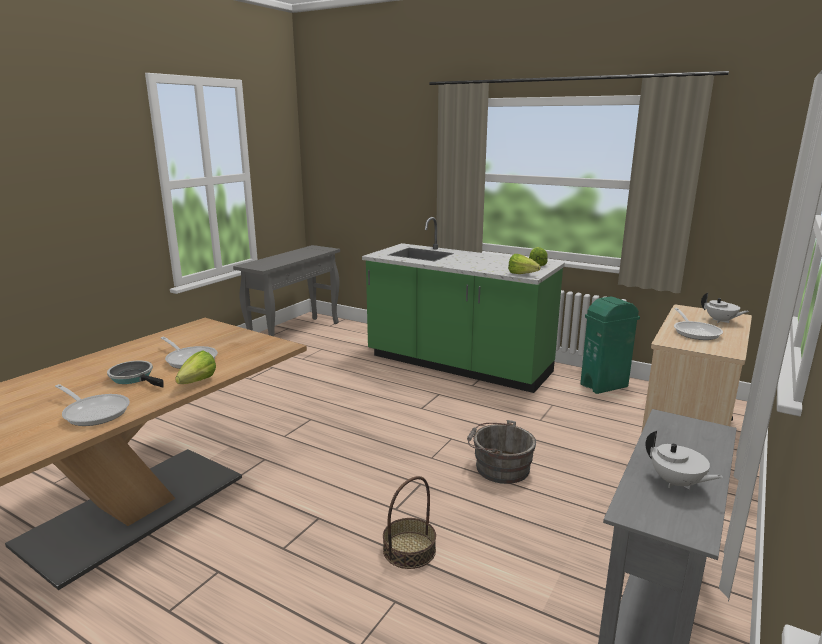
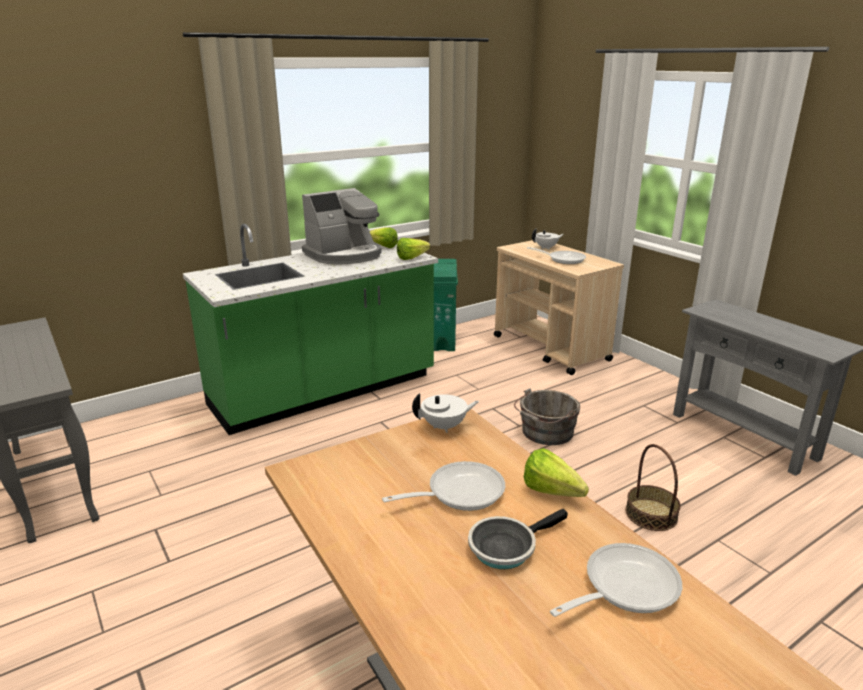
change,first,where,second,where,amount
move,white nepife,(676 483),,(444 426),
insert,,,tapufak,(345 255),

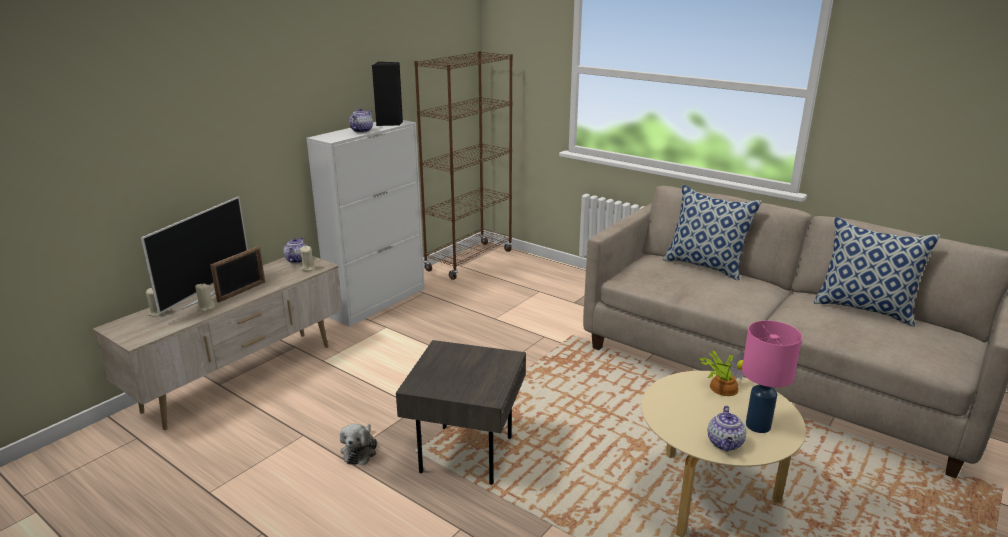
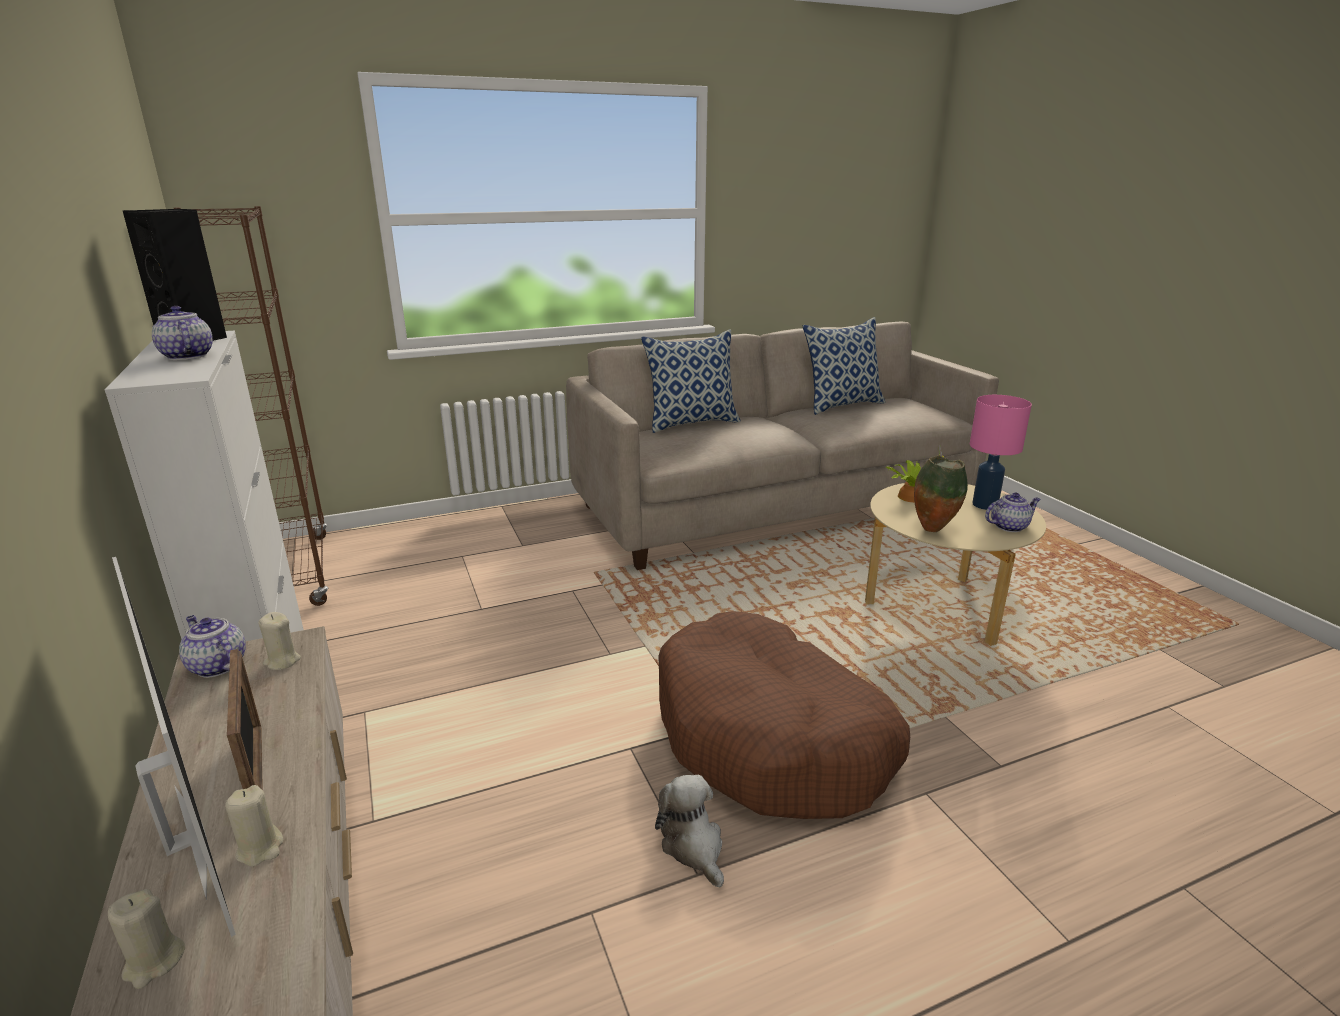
change,first,where,second,where,amount
replace,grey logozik,(465 452),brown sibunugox,(771 737),
rotate,nepife,(725 444),,(1009 526),60 degrees counterclockwise
rotate,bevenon,(360 451),,(693 846),150 degrees counterclockwise
insert,,,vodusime,(933 530),

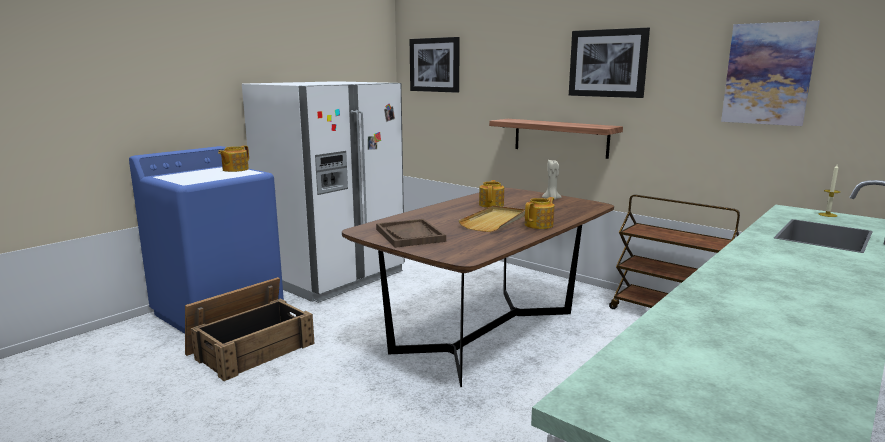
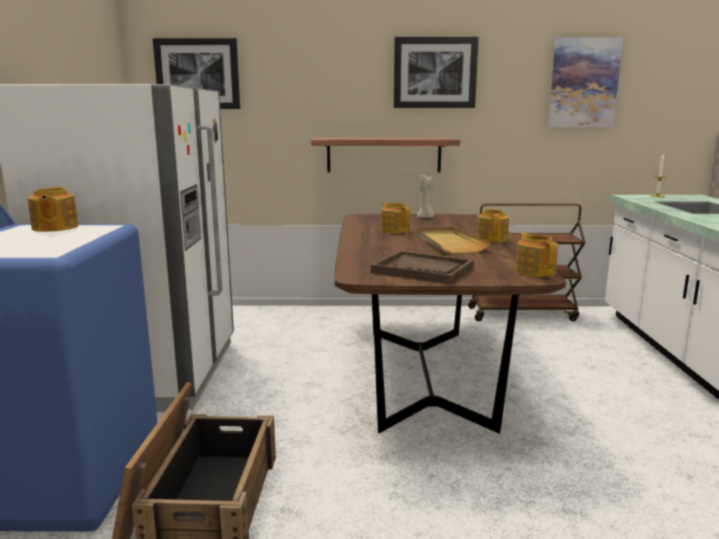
change,first,where,second,where,amount
insert,,,nepife,(535 271),

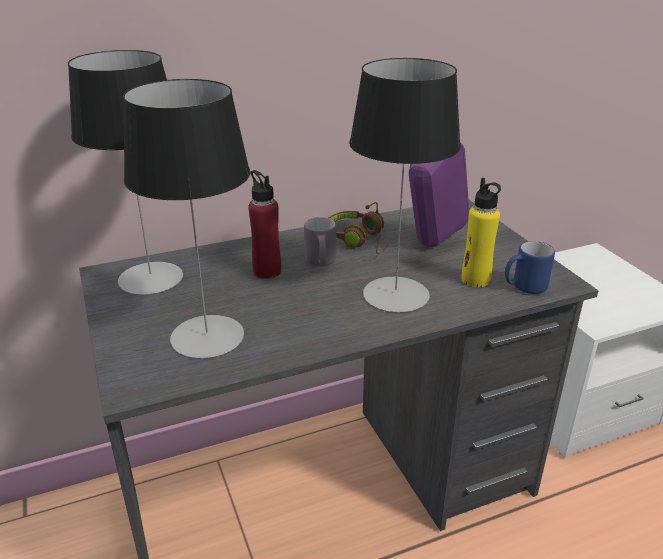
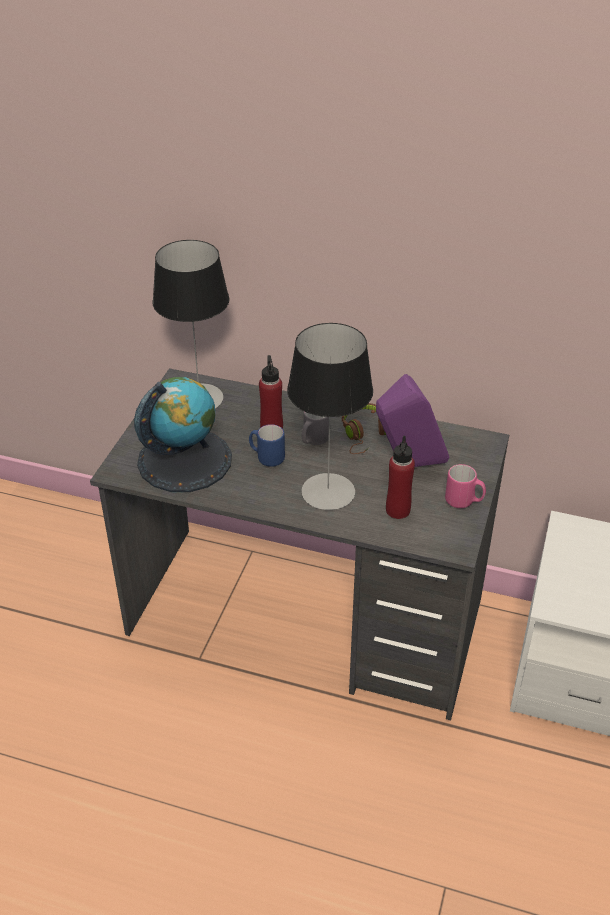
change,first,where,second,where,amount
replace,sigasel,(207 337),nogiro,(184 460),
recolor,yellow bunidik,(475 280),red bunidik,(397 510),
move,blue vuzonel,(524 287),,(266 457),
insert,,,pink vuzonel,(464 501),

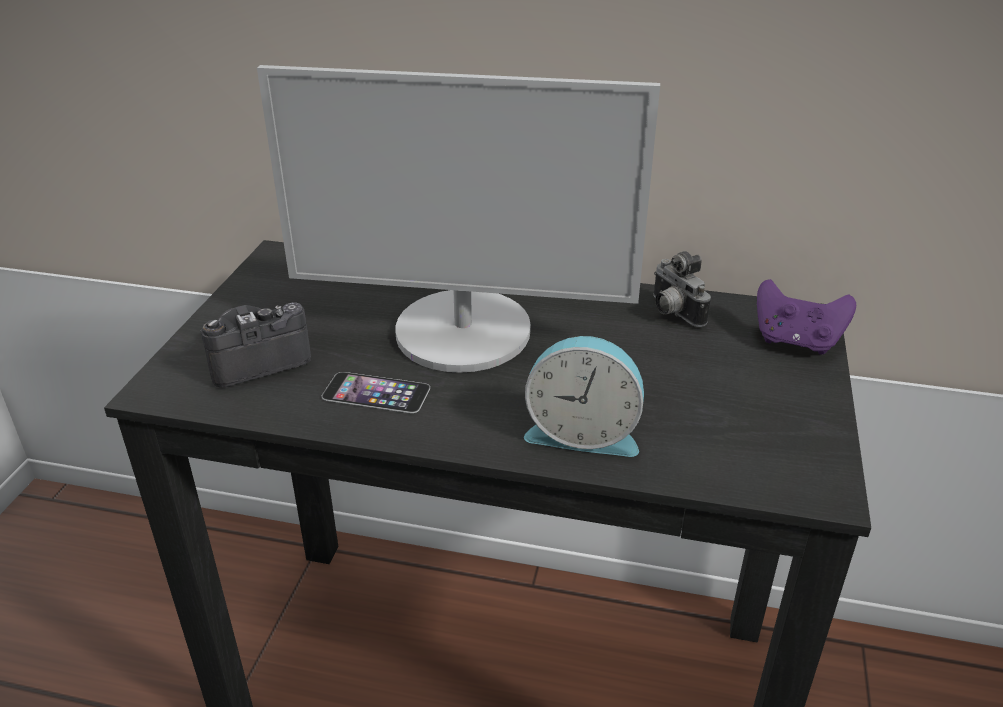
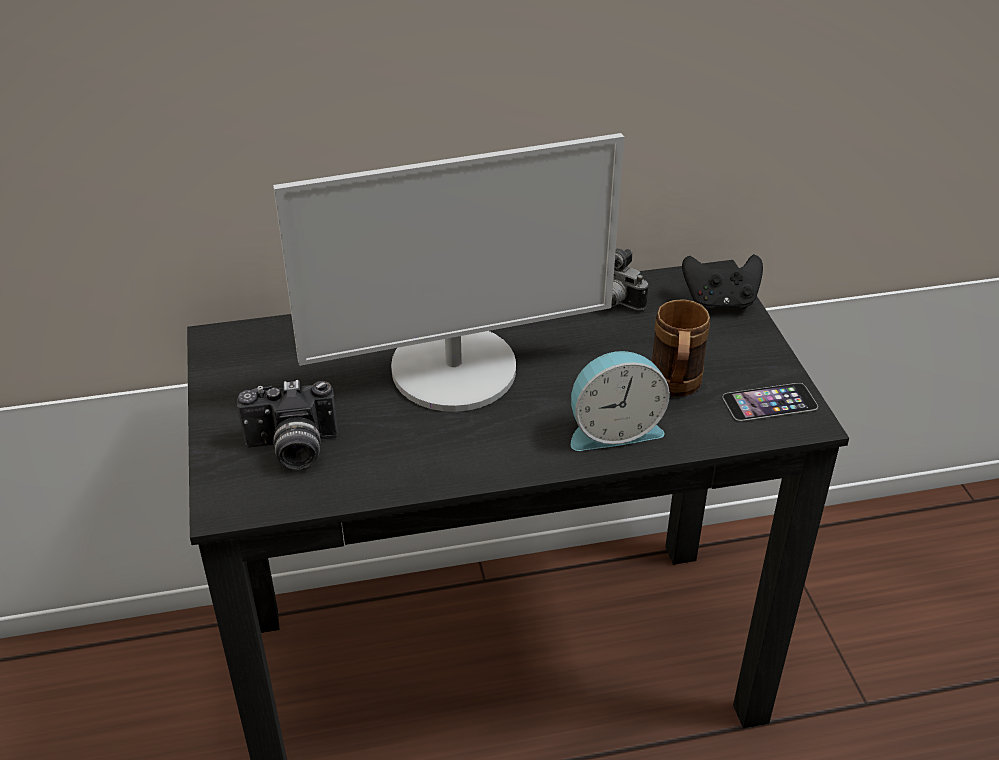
change,first,where,second,where,amount
recolor,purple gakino,(796 341),black gakino,(720 302),
rotate,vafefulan,(256 360),,(292 450),135 degrees counterclockwise
move,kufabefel,(376 392),,(769 402),
insert,,,brown vuzonel,(674 389),

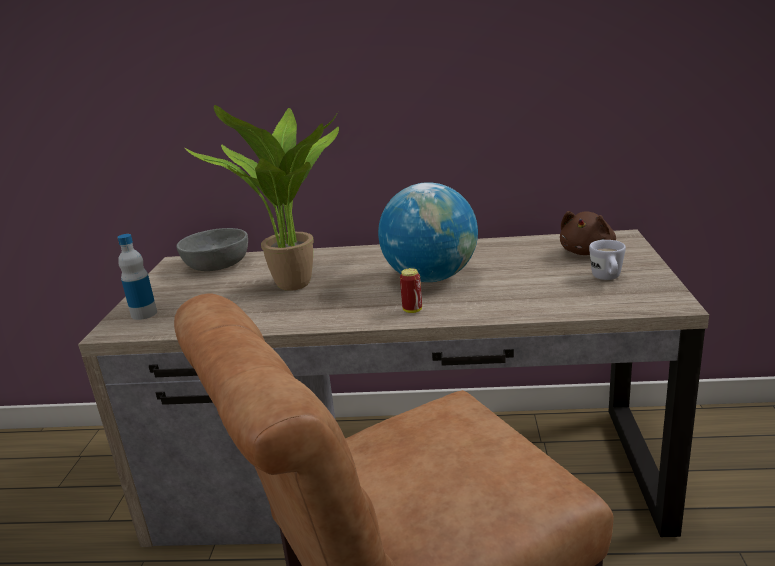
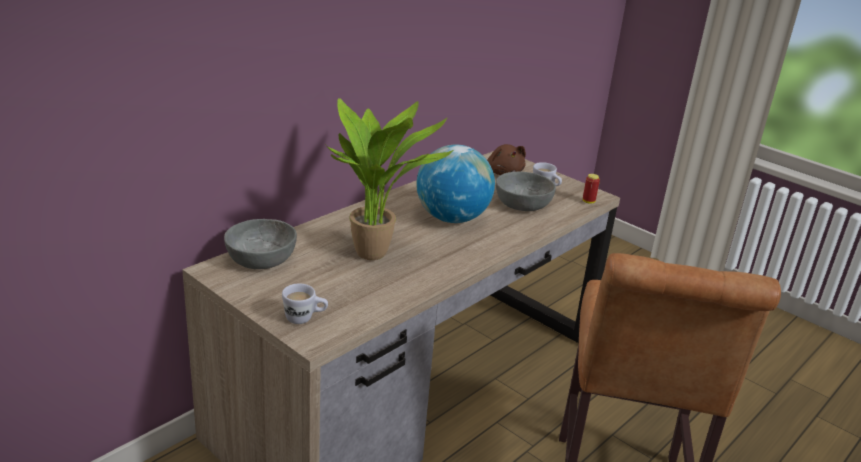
change,first,where,second,where,amount
replace,bunidik,(144 314),white vuzonel,(305 319),
move,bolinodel,(412 310),,(588 201),
insert,,,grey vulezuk,(522 204),

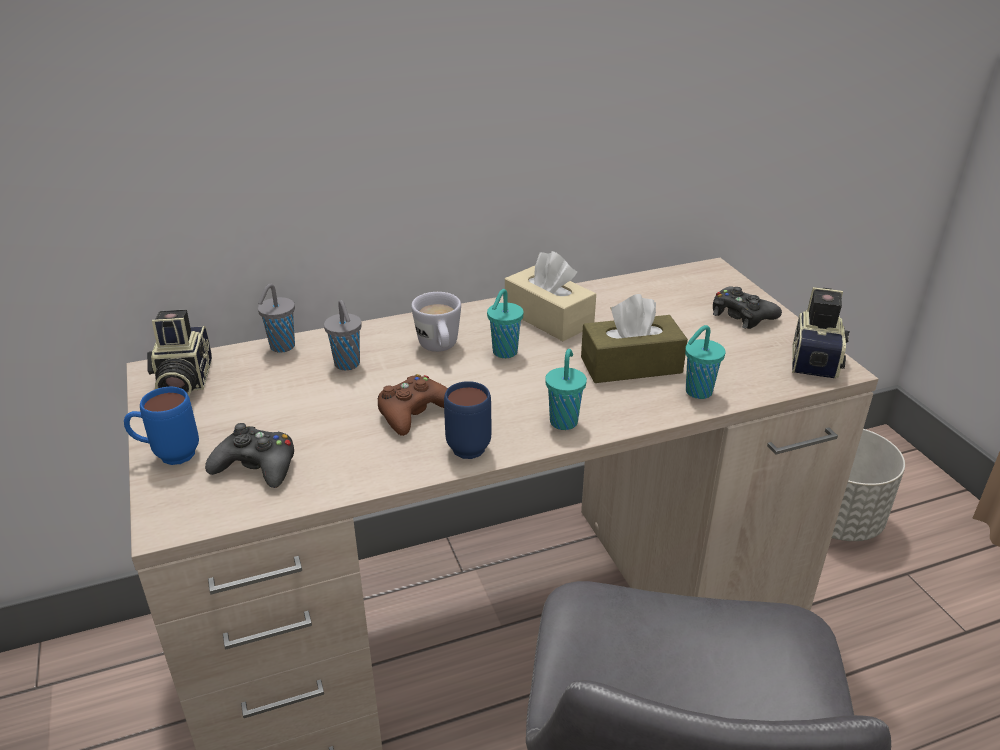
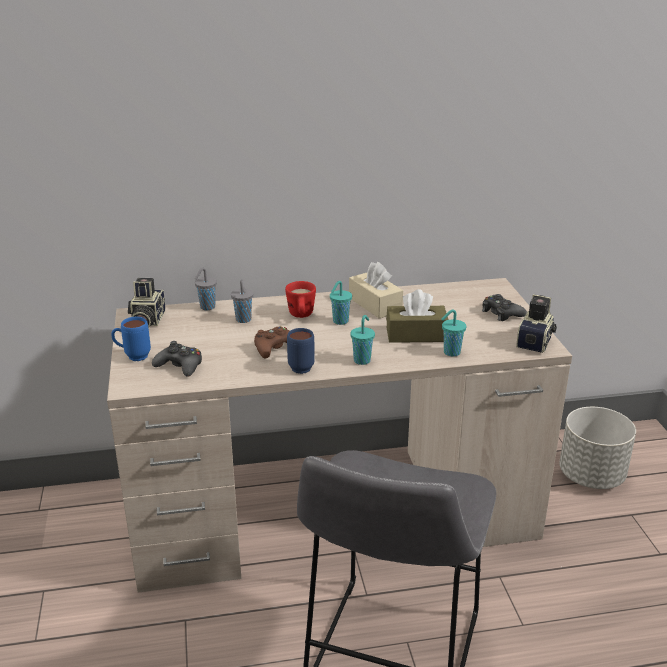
change,first,where,second,where,amount
recolor,white vuzonel,(439 349),red vuzonel,(301 316),

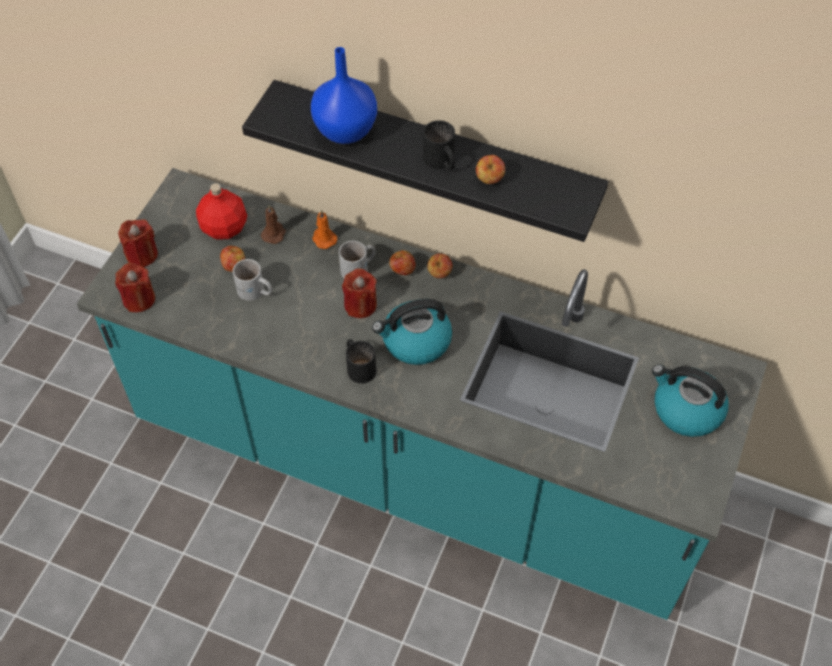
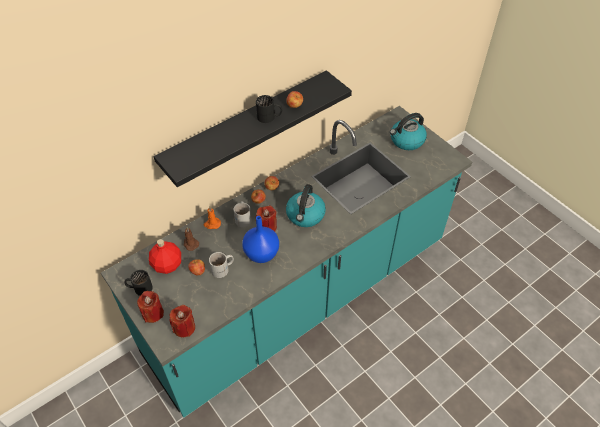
change,first,where,second,where,amount
move,blue vodusime,(346 131),,(262 254),
move,black vuzonel,(360 366),,(140 287),

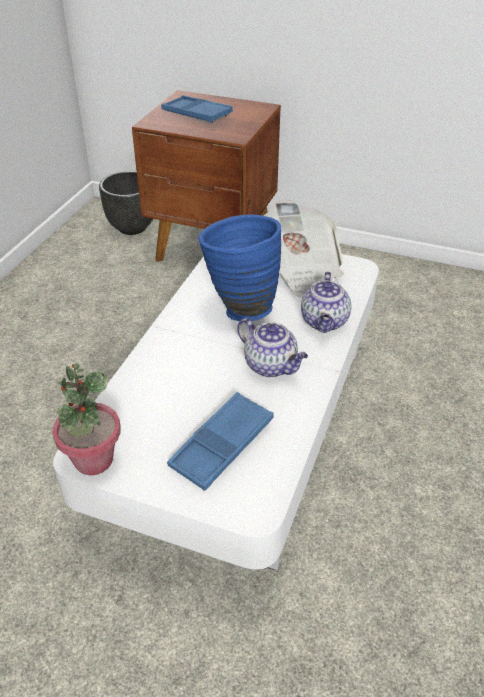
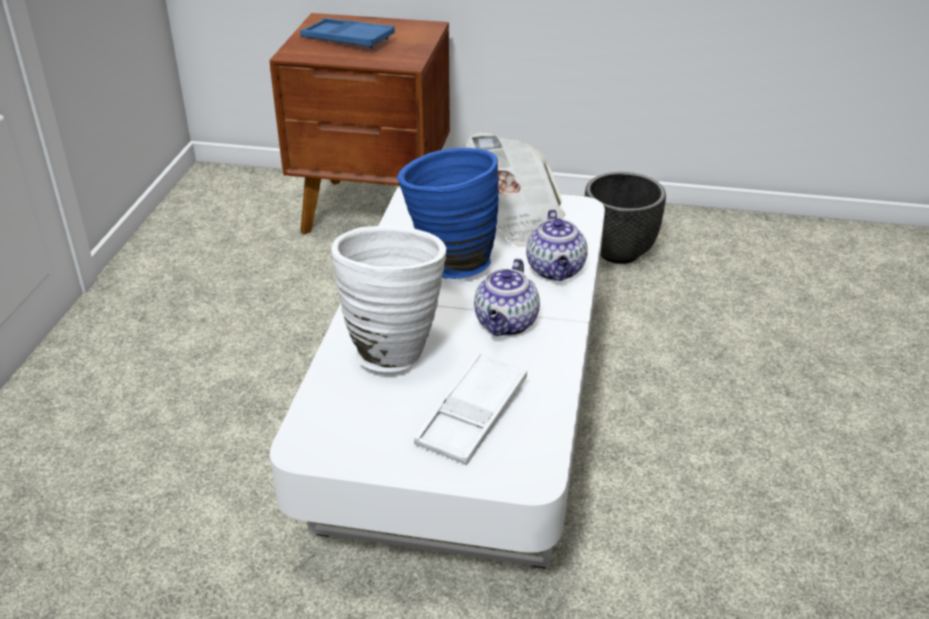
change,first,where,second,where,amount
move,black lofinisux,(133 228),,(619 253),
rotate,nepife,(271 366),,(506 324),75 degrees clockwise
delete,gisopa,(93 460),,,
recolor,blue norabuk,(222 445),white norabuk,(472 415),
insert,,,white vodusime,(393 349),

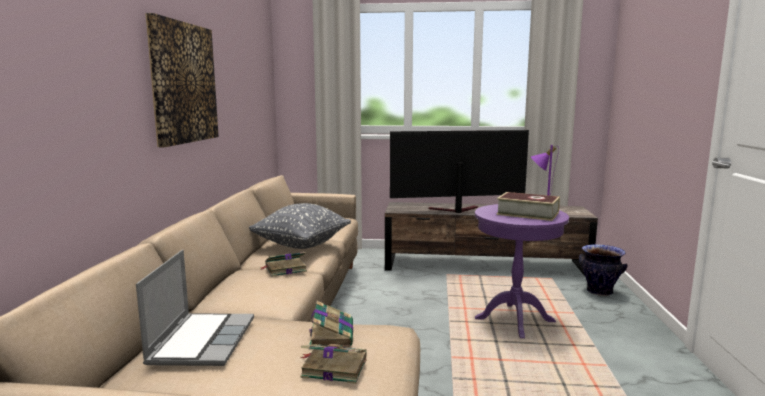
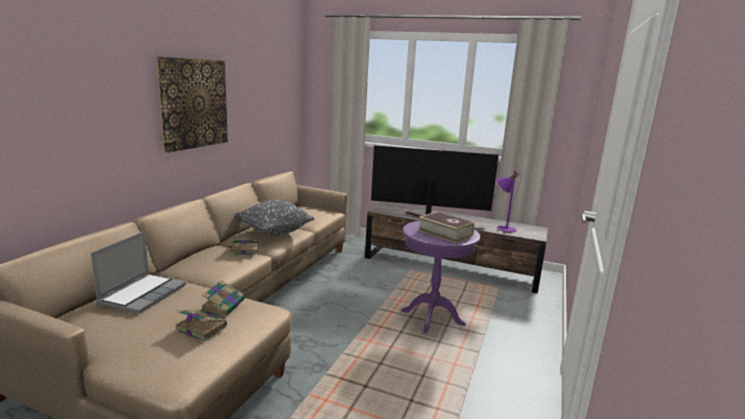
change,first,where,second,where,amount
delete,vodusime,(599 292),,,

